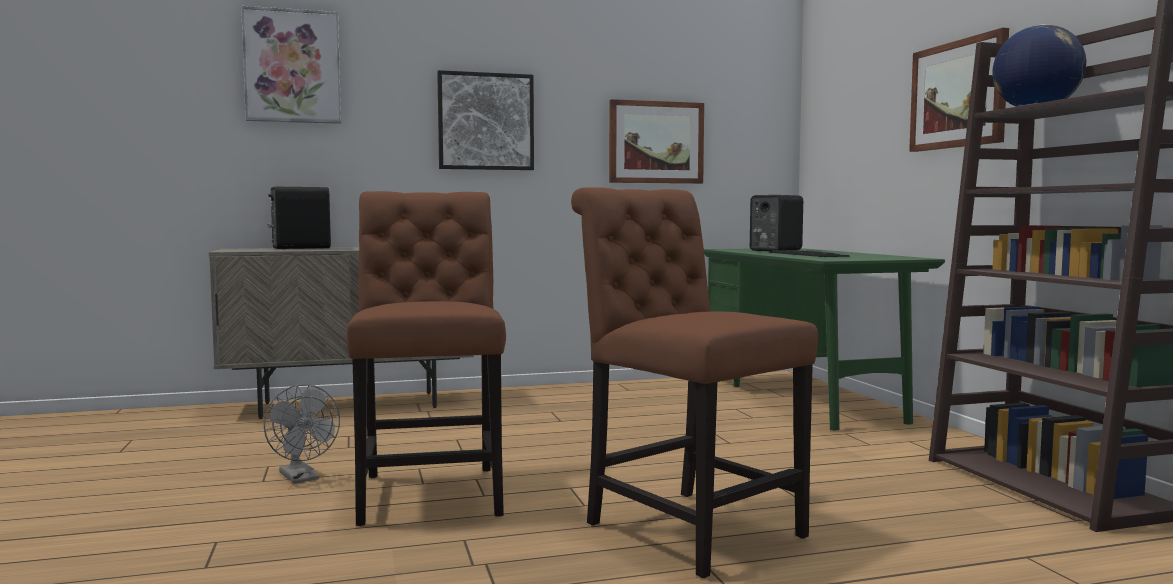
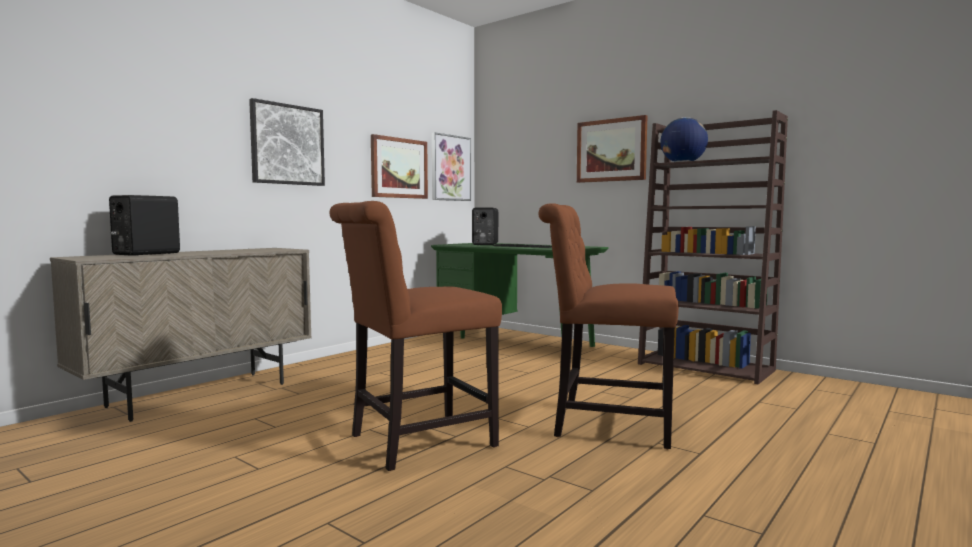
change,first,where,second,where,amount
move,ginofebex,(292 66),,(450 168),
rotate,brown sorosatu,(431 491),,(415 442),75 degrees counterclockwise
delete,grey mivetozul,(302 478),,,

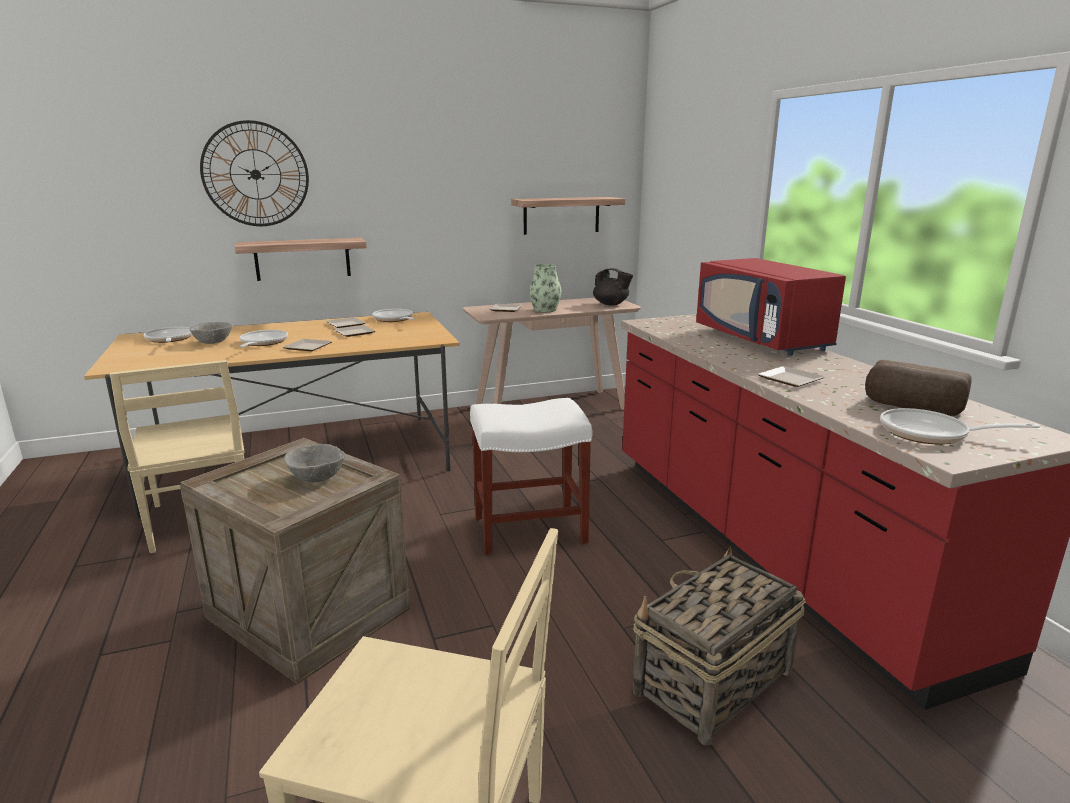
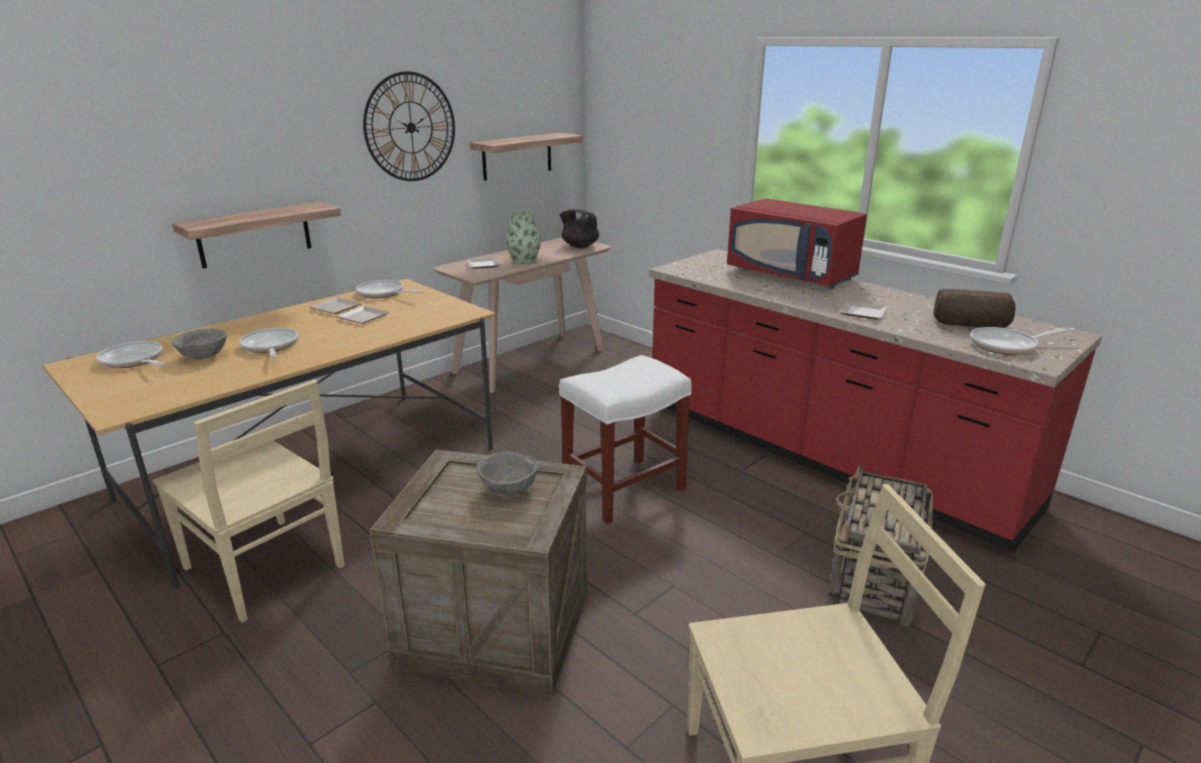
change,first,where,second,where,amount
move,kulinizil,(255 174),,(410 127),
rotate,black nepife,(611 304),,(579 246),150 degrees counterclockwise
delete,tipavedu,(306 347),,,

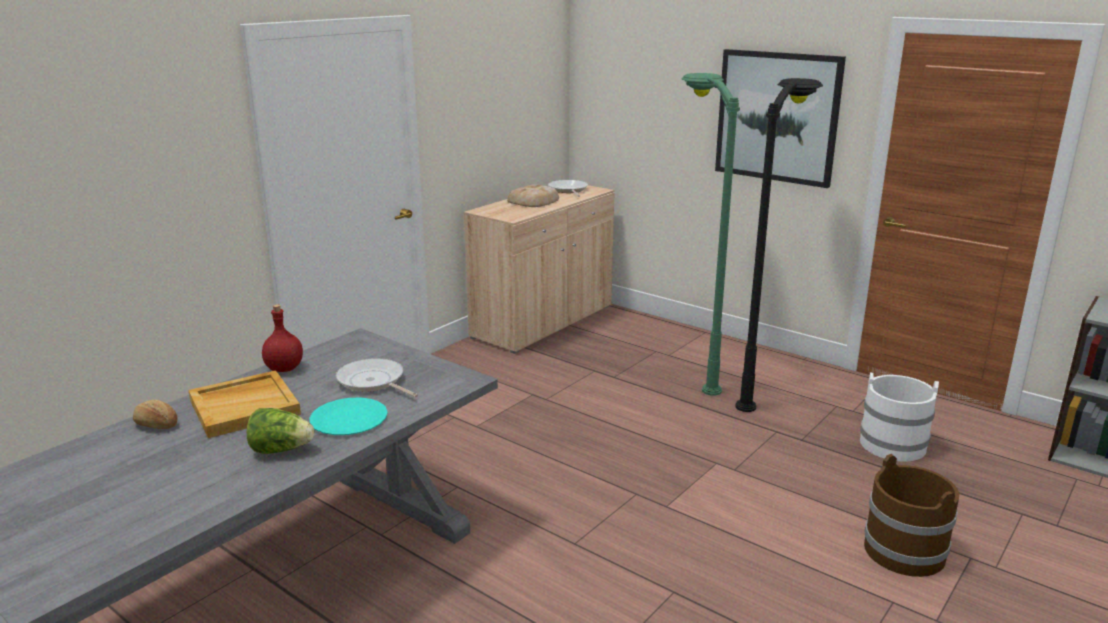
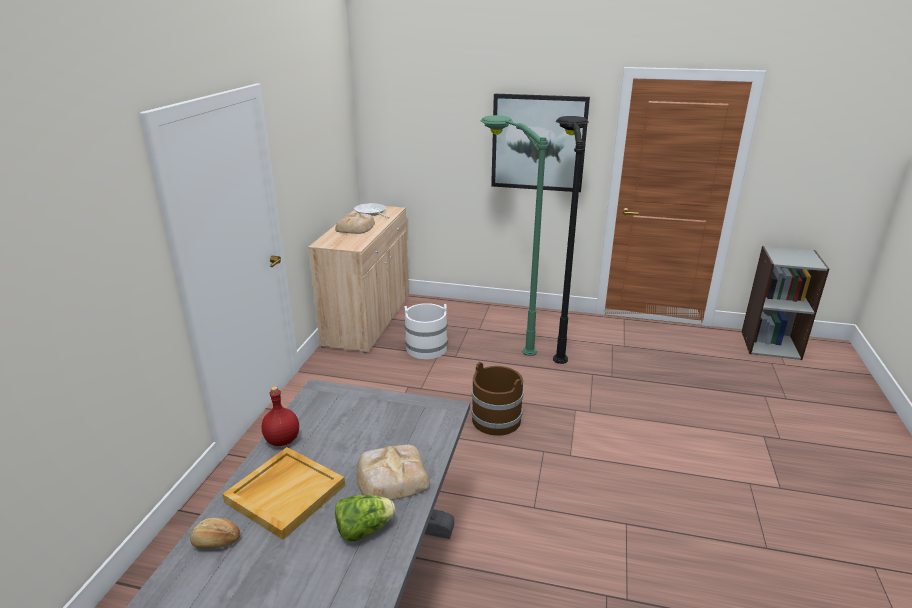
change,first,where,second,where,amount
delete,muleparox,(373 382),,,
move,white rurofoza,(893 444),,(426 348),
replace,turquoise tipavedu,(349 419),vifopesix,(391 477),
move,brown rurofoza,(905 551),,(496 420),

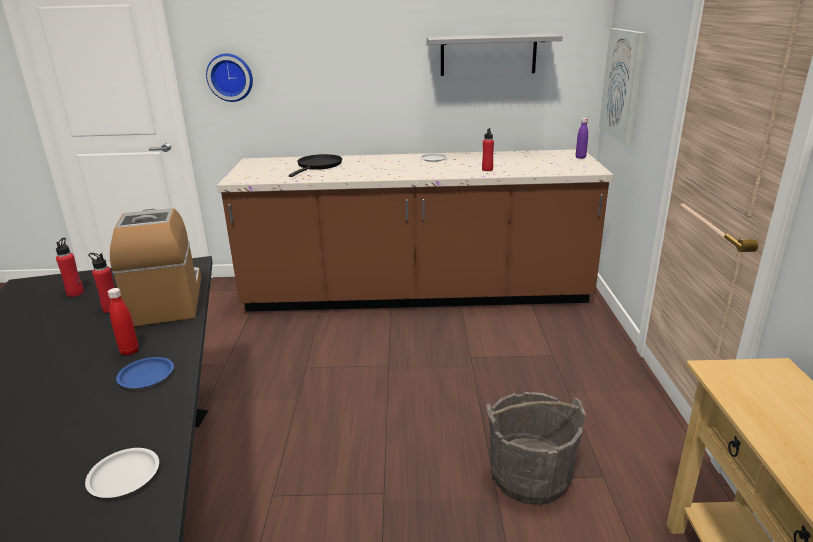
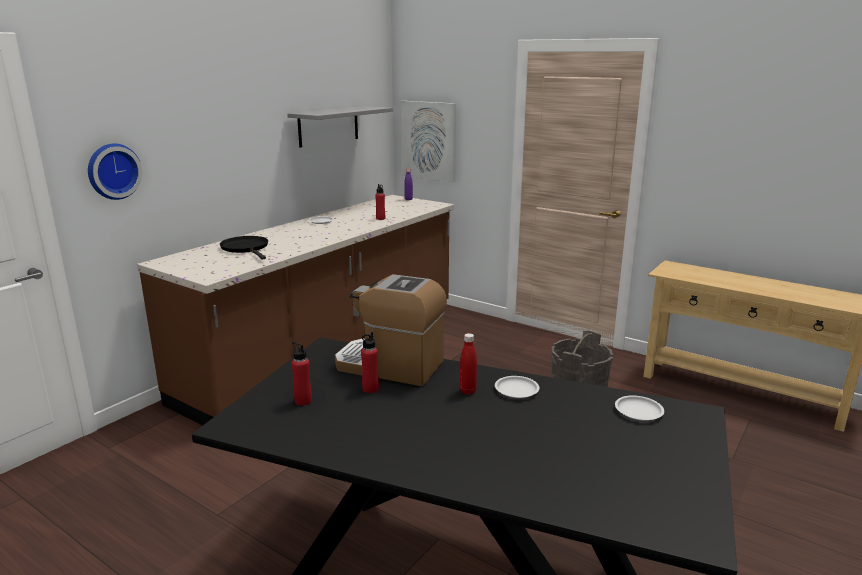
change,first,where,second,where,amount
recolor,blue tipavedu,(147 376),white tipavedu,(516 390),

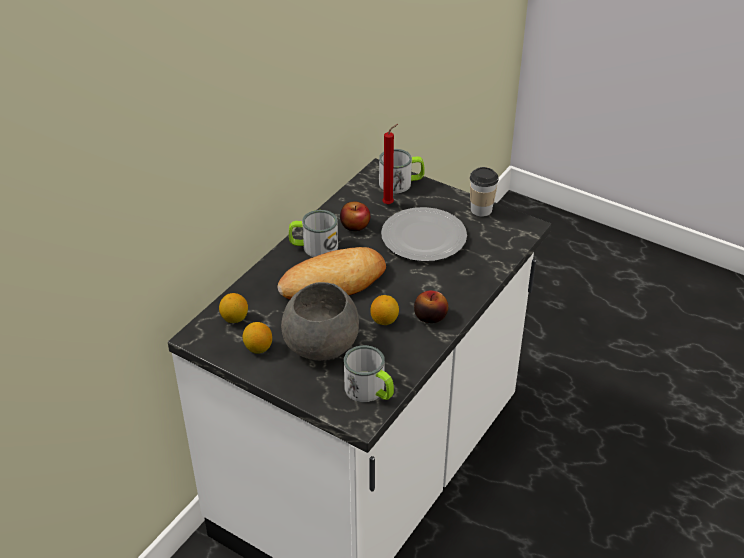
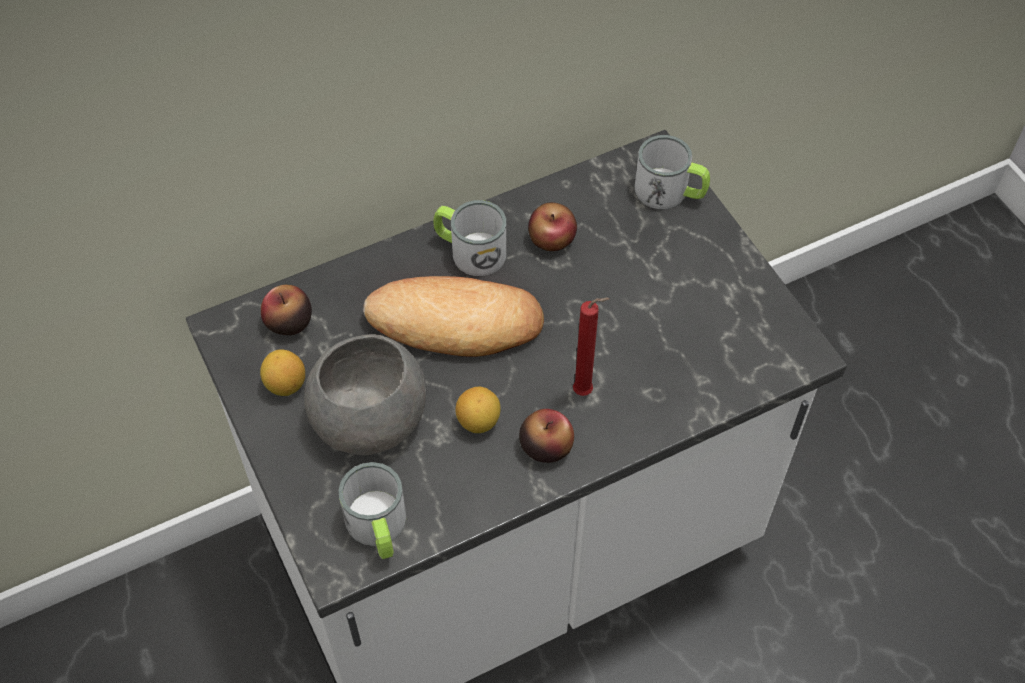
change,first,where,second,where,amount
move,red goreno,(389 204),,(586 392),
delete,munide,(481 210),,,
delete,tipavedu,(423 238),,,
replace,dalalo,(235 318),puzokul,(289 322),

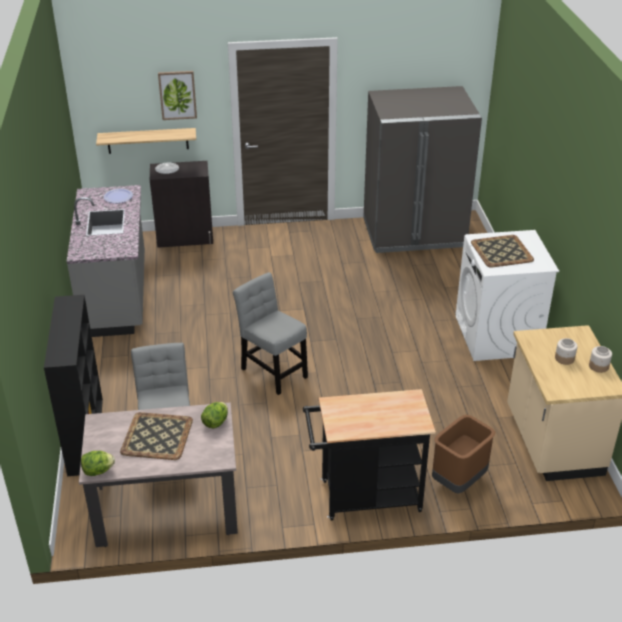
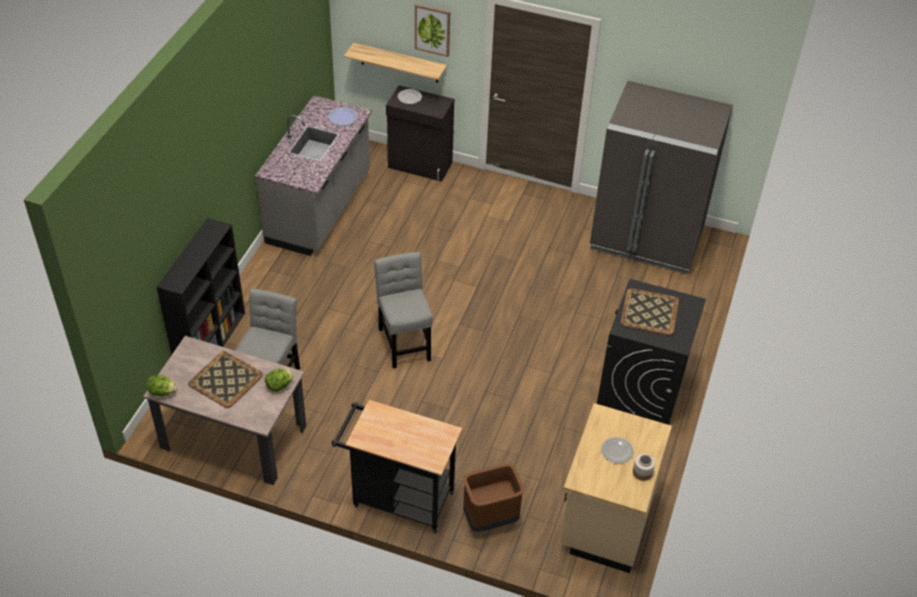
change,first,where,second,where,amount
recolor,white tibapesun,(497 336),black tibapesun,(641 387),
replace,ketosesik,(564 358),tipavedu,(616 451),

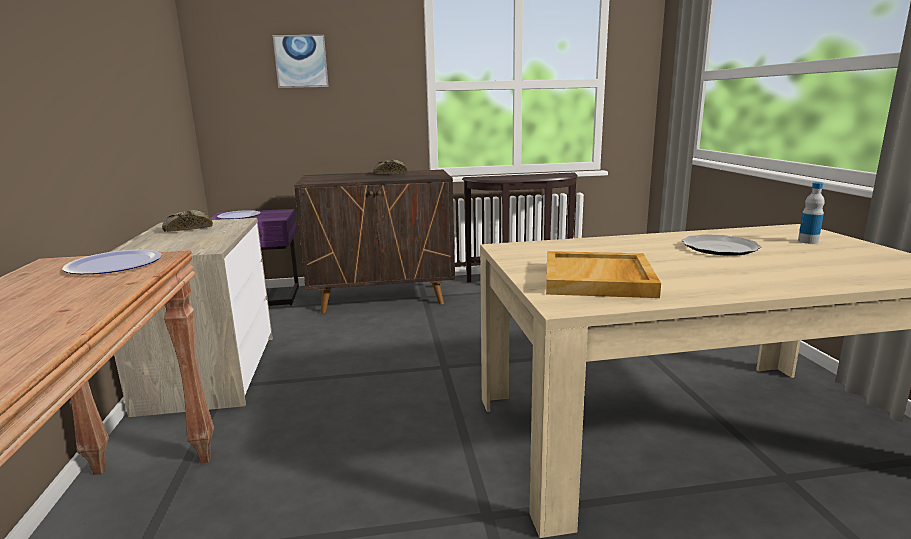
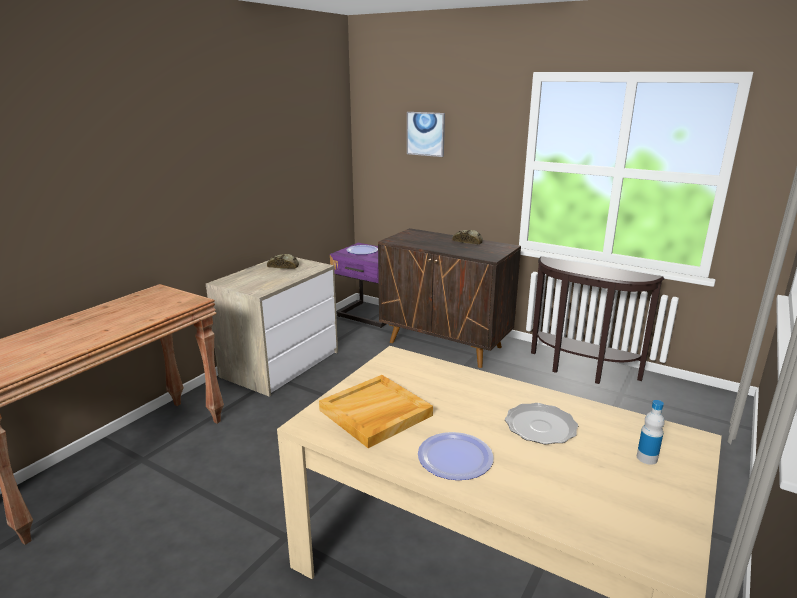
change,first,where,second,where,amount
move,tipavedu,(114 264),,(455 457),

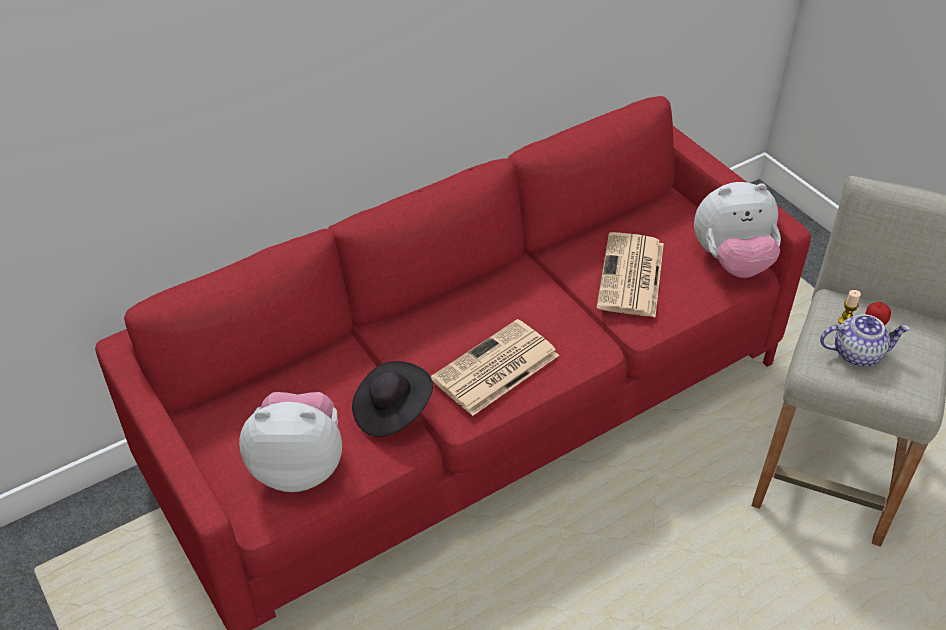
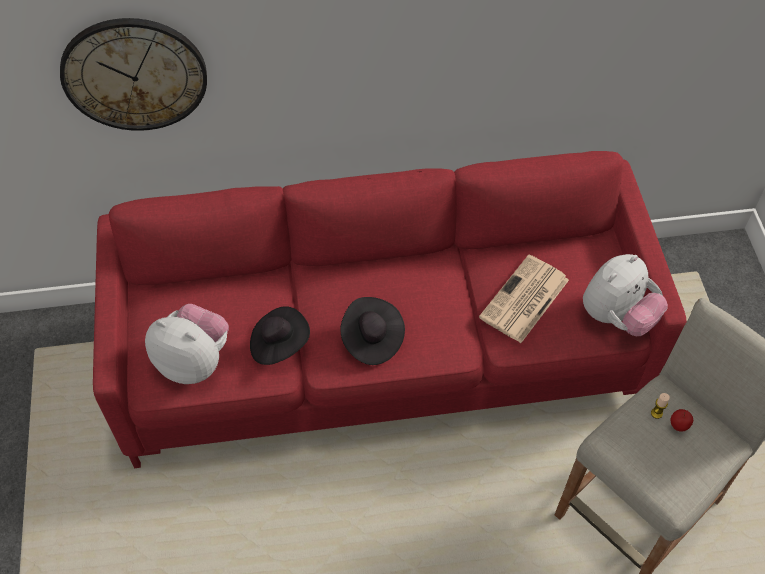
change,first,where,second,where,amount
rotate,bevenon,(732 261),,(617 317),60 degrees counterclockwise
delete,nepife,(857 353),,,
replace,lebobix,(494 369),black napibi,(371 339),
insert,,,kulinizil,(134 74),

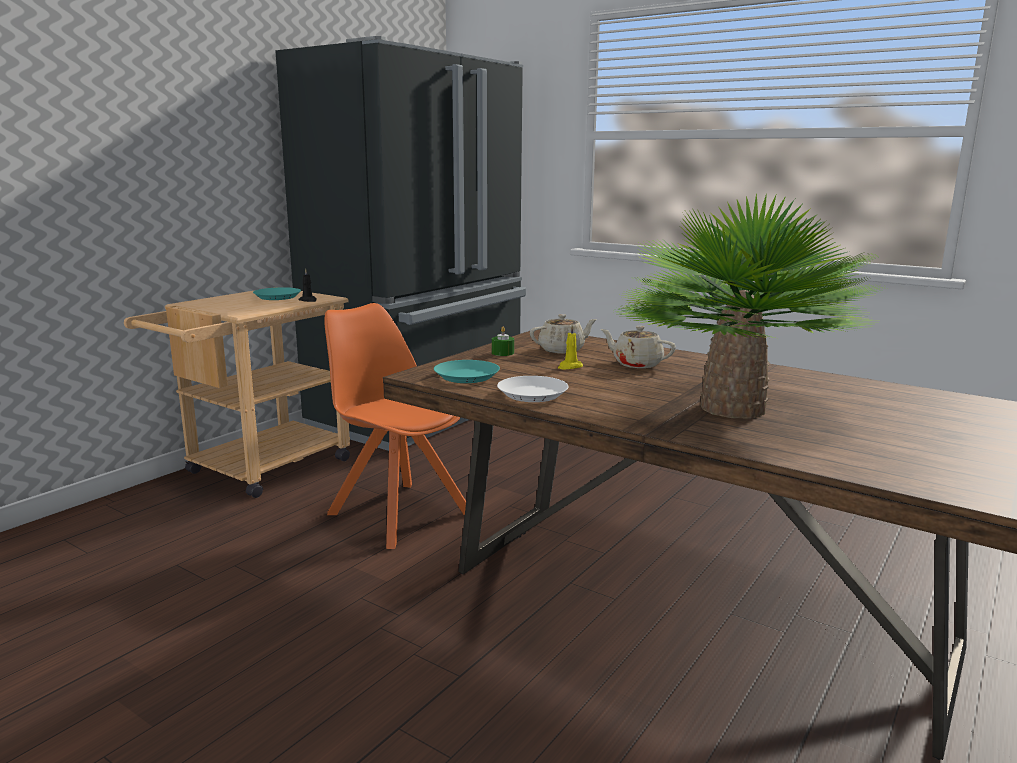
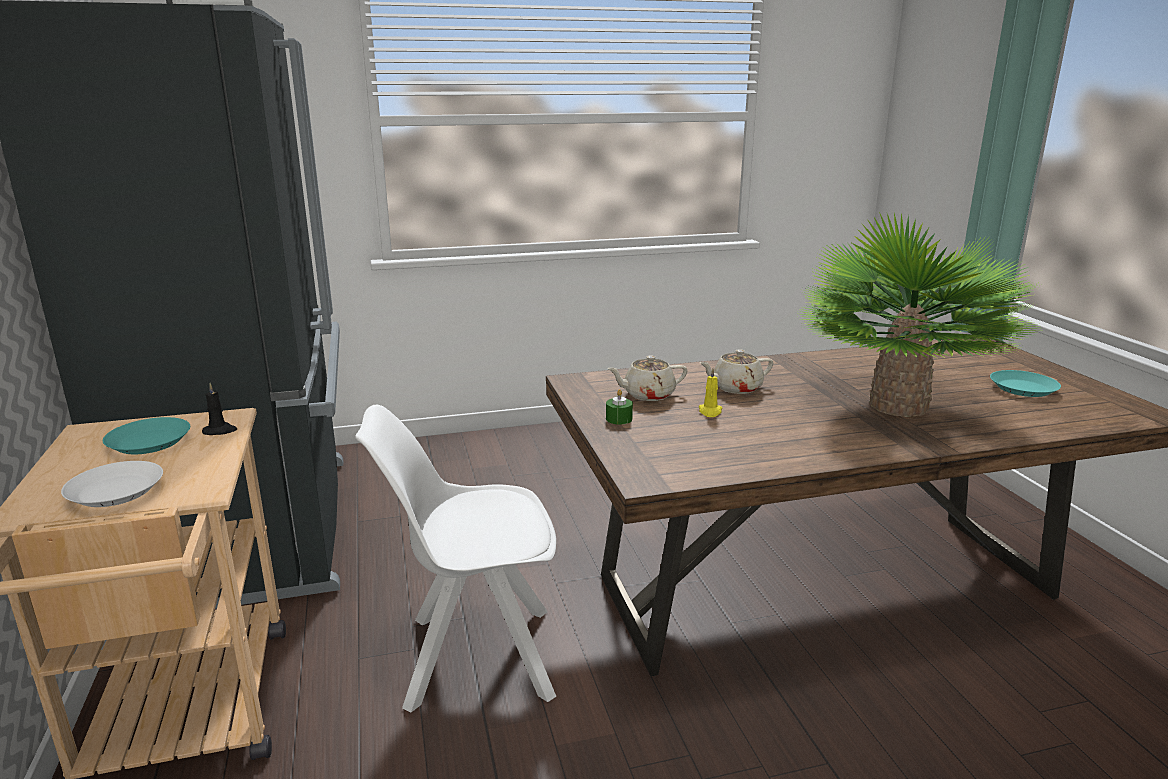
change,first,where,second,where,amount
recolor,orange sorosatu,(397 512),white sorosatu,(474 657),
rotate,beige nepife,(562 350),,(648 395),120 degrees counterclockwise
move,turquoise tipavedu,(467 377),,(1023 388),
move,white tipavedu,(533 394),,(116 491),

